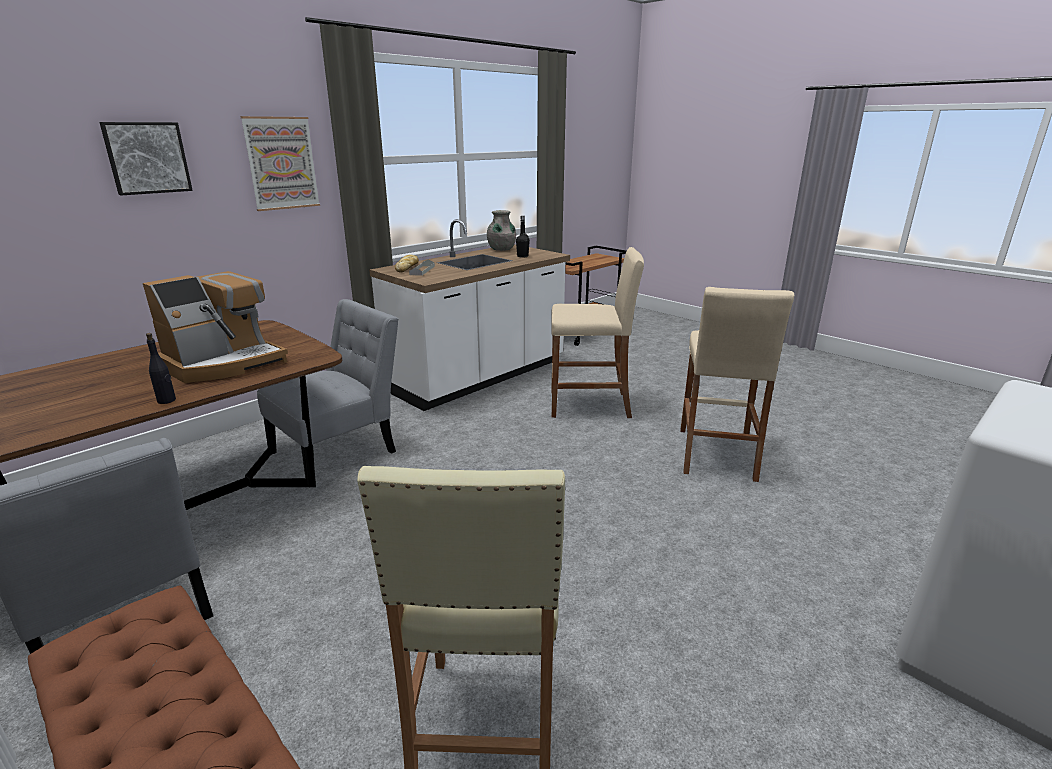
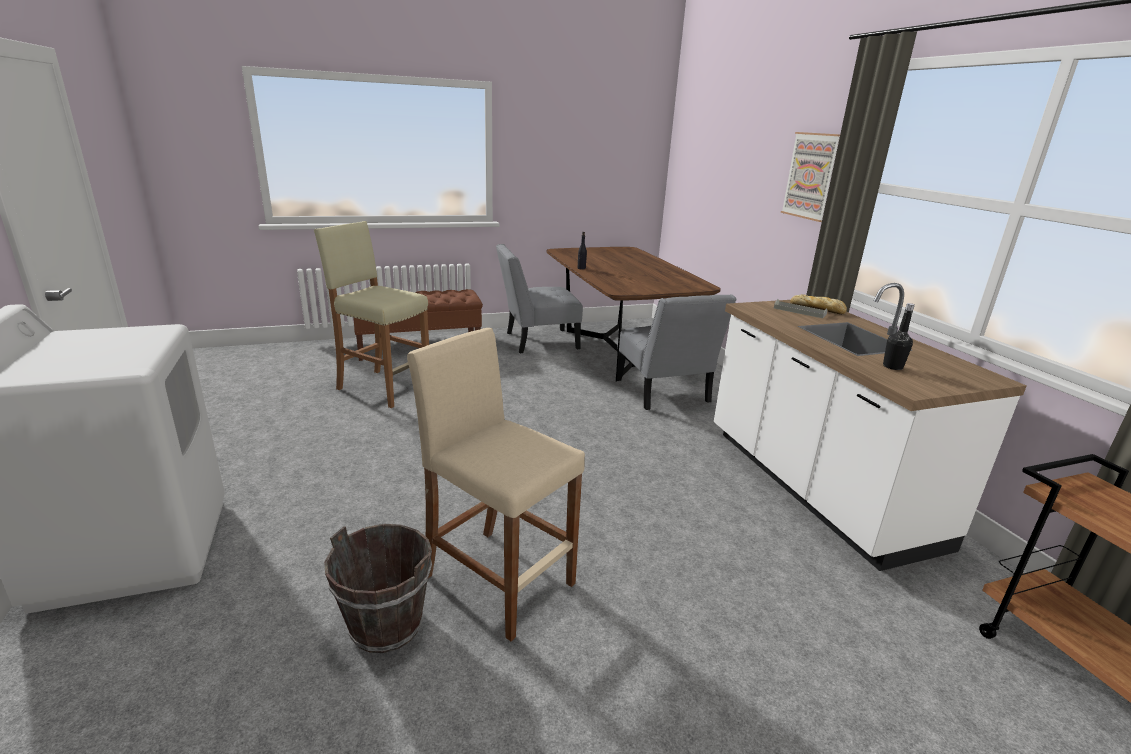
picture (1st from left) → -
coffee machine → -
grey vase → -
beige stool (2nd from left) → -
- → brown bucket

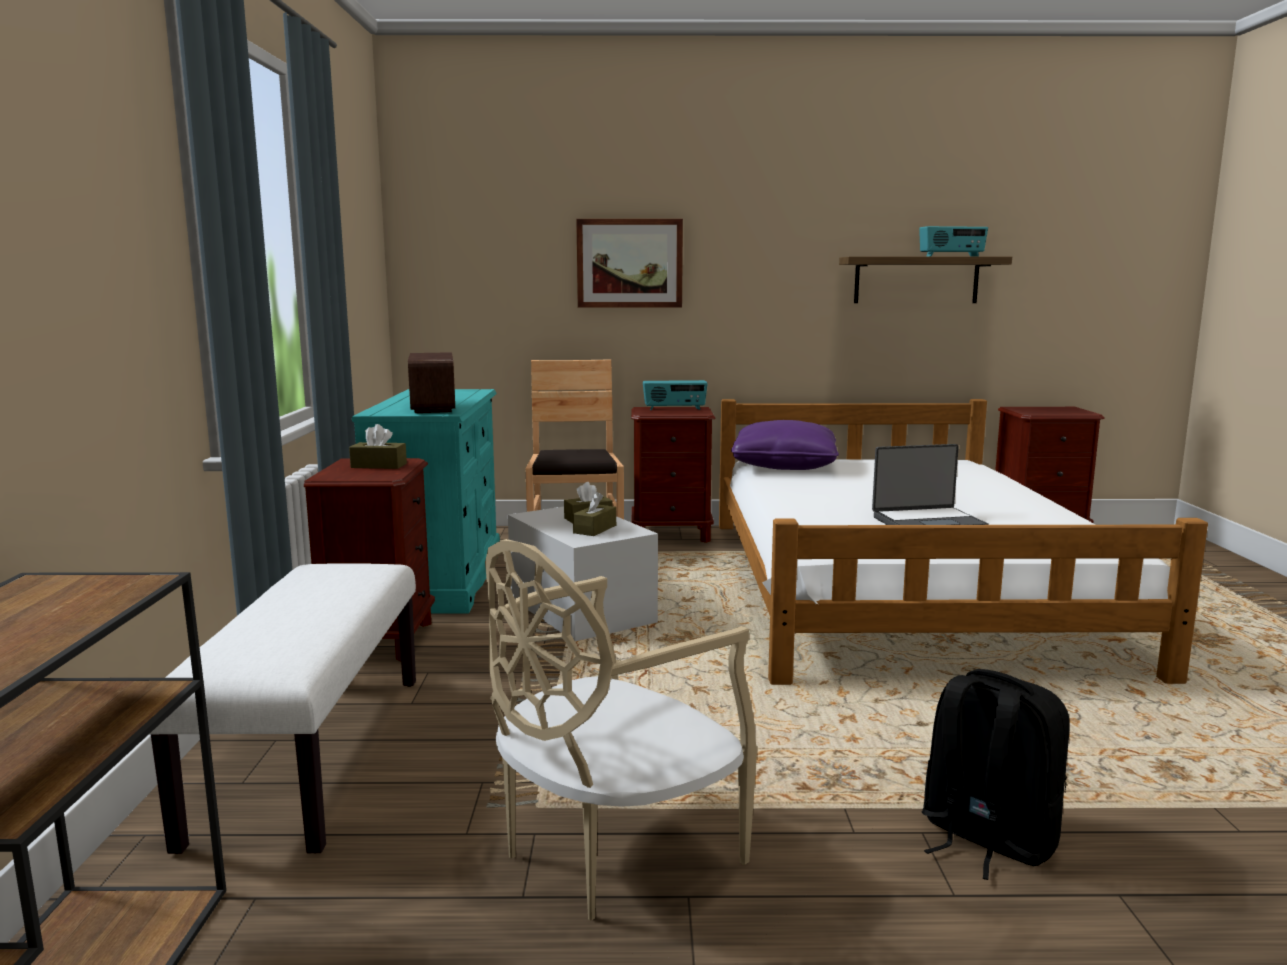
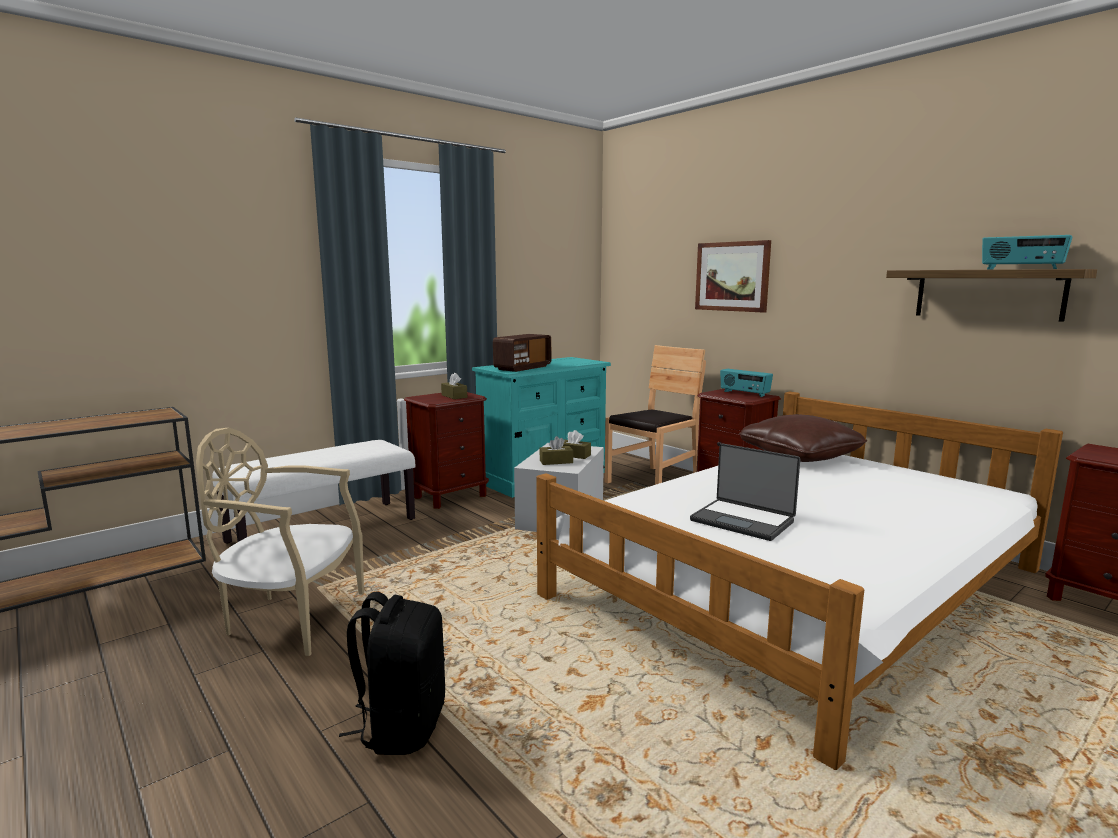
purple pillow → brown pillow

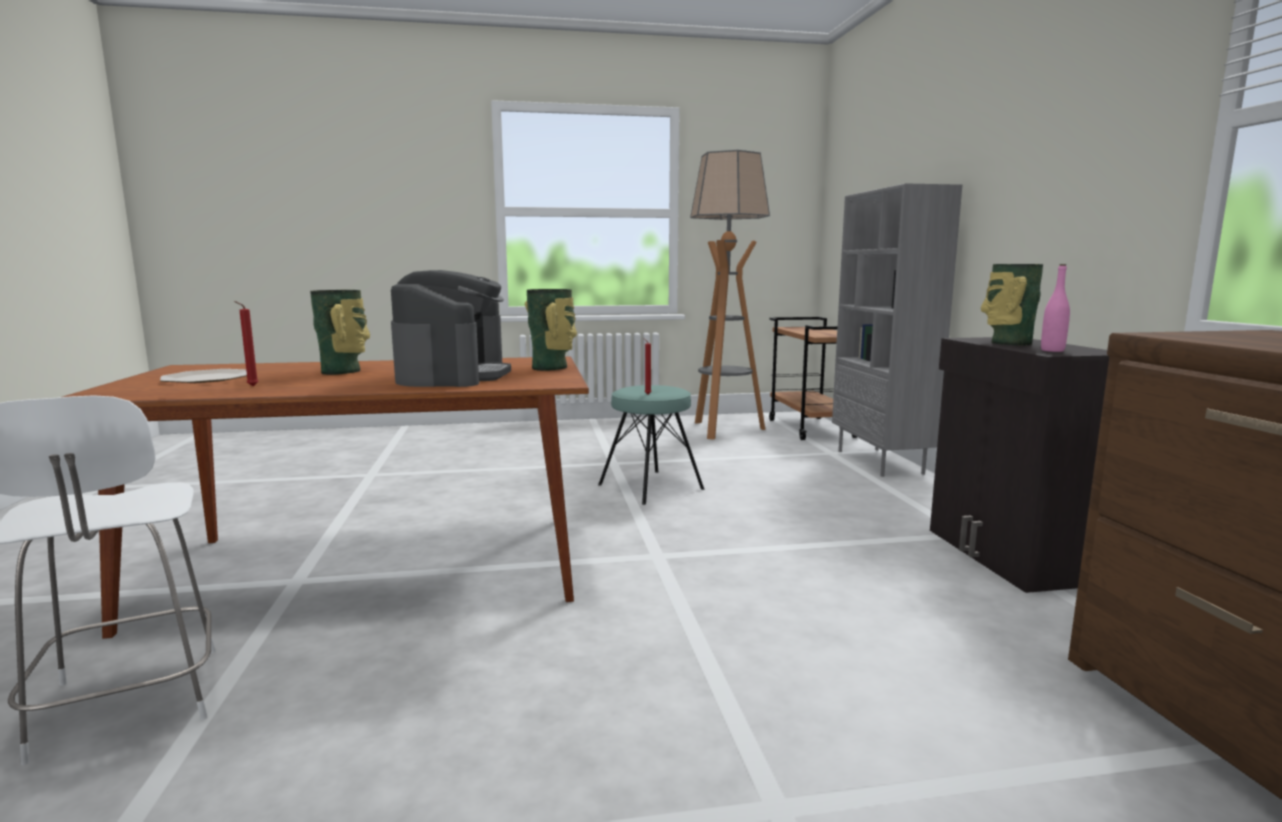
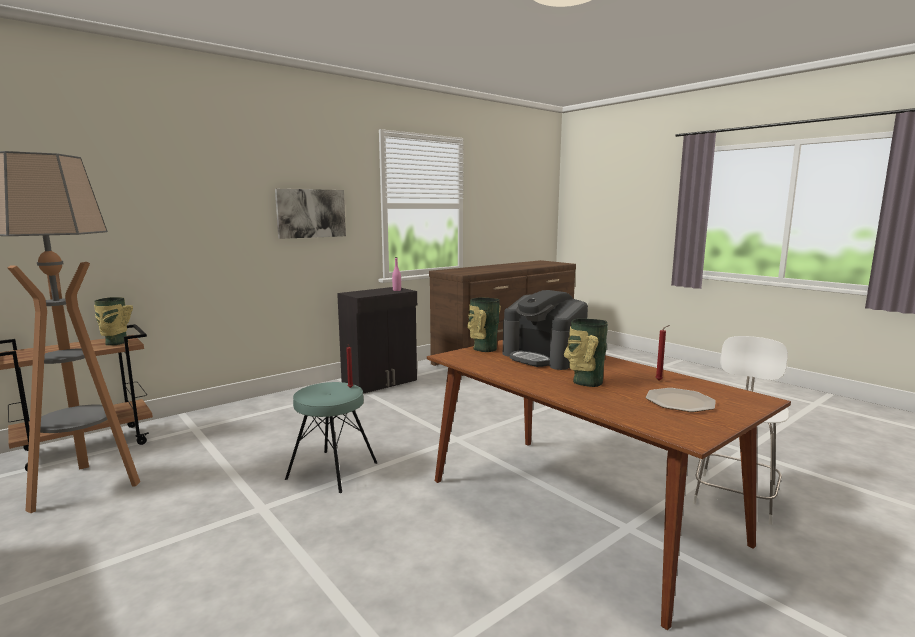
grey bookcase → -
- → picture
vase (3rd from left in the first image) → vase (1st from left), moved
coffee machine, 105 degrees counterclockwise

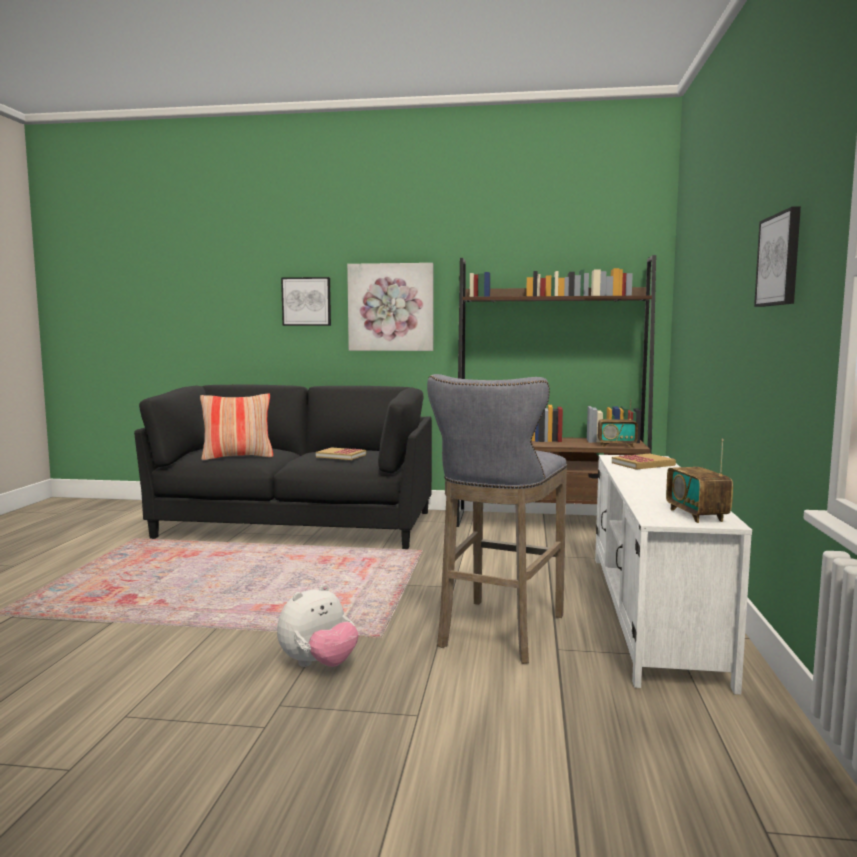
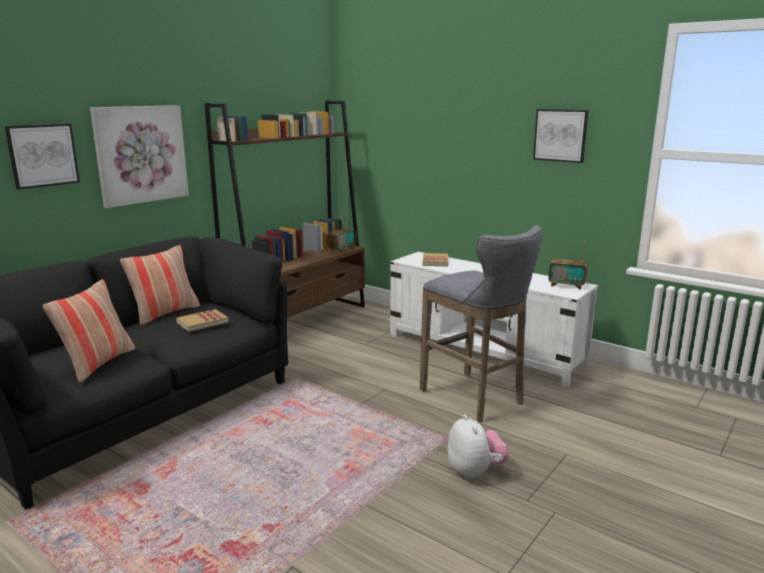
- → pillow (2nd from left)

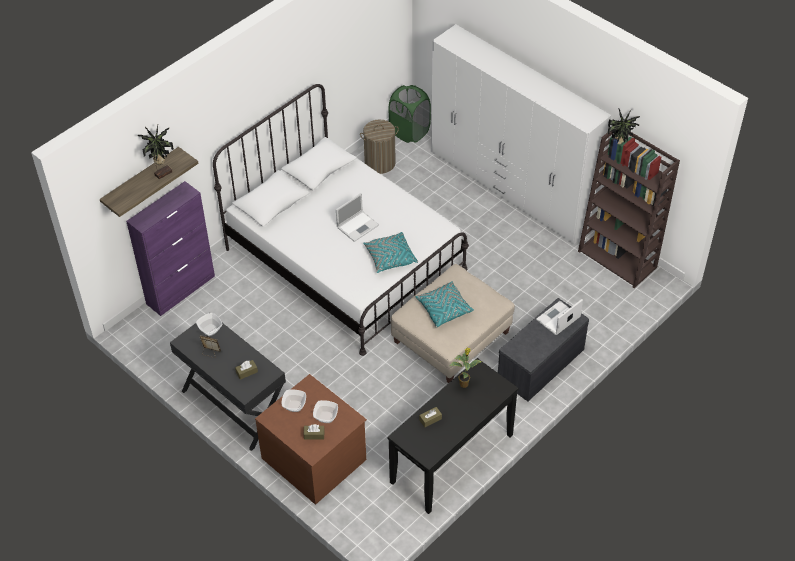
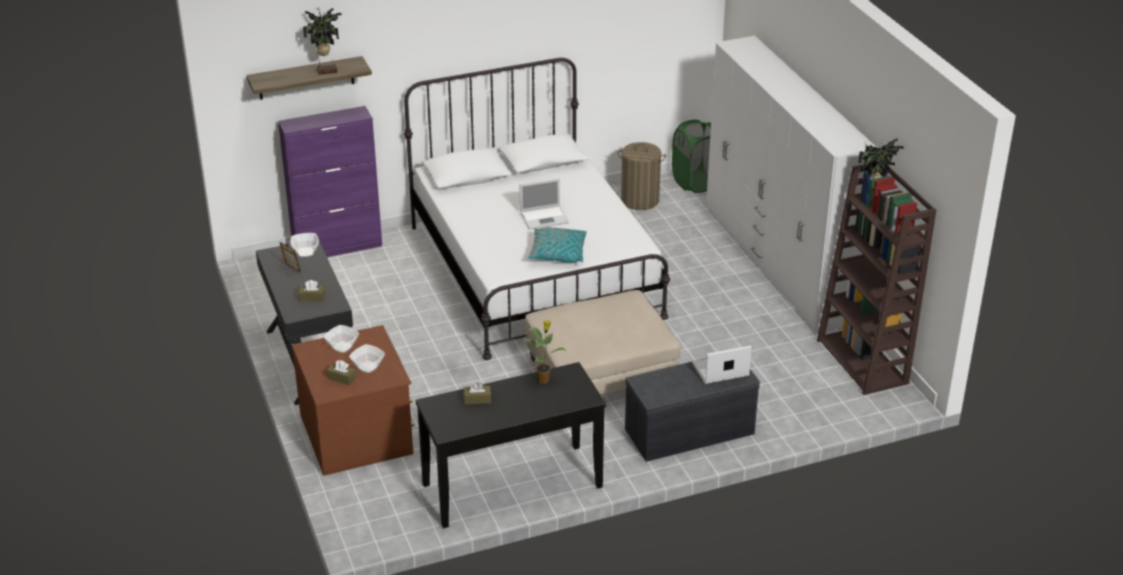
turquoise pillow (2nd from left) → -

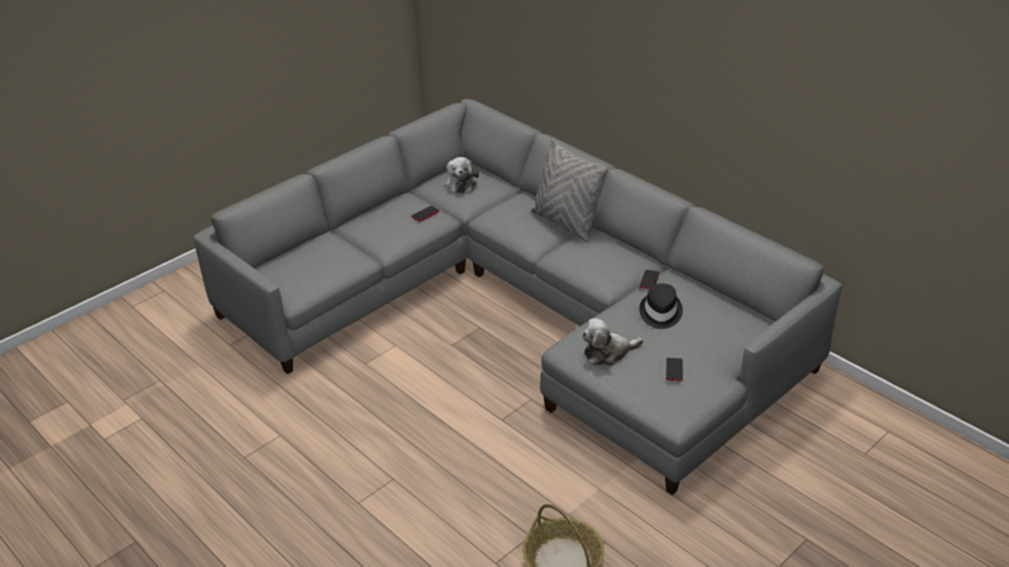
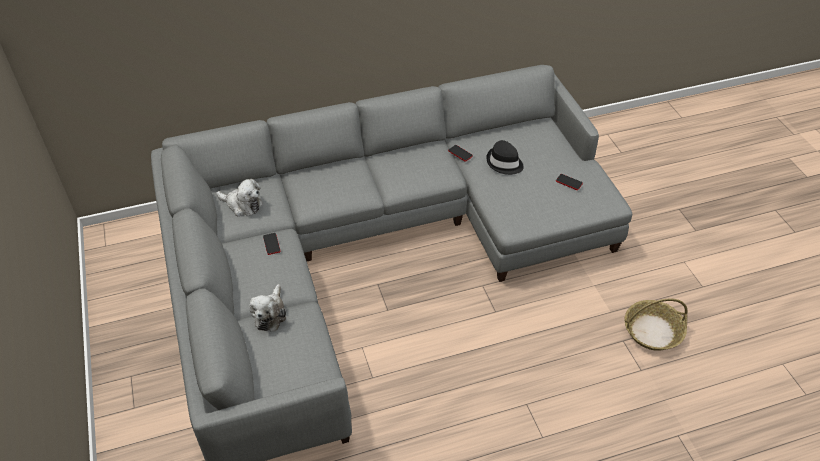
grey pillow → -
plush toy (2nd from left), moved

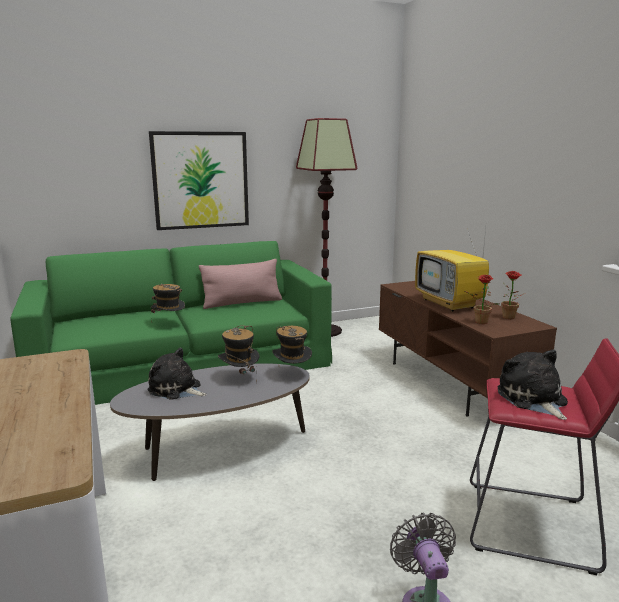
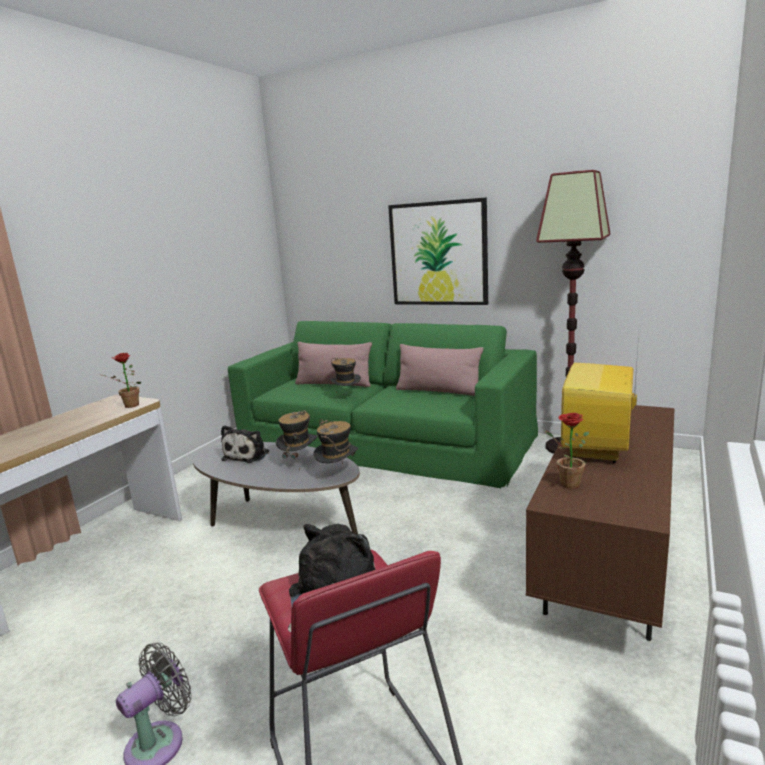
- → pink pillow (1st from left)
potted plant (2nd from left in the first image) → potted plant (1st from left), moved
plush toy (1st from left), 150 degrees counterclockwise

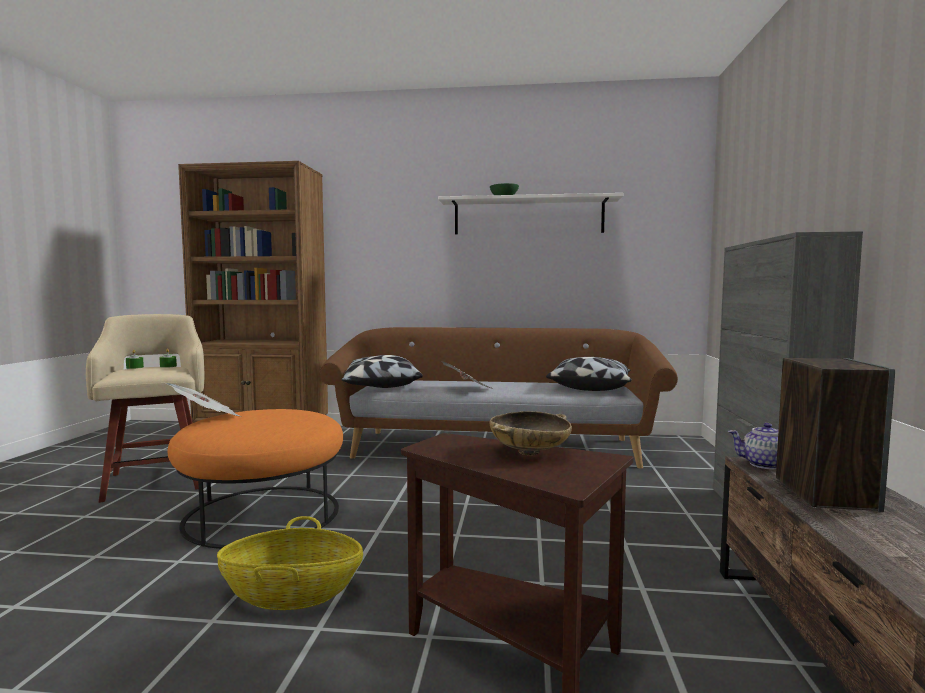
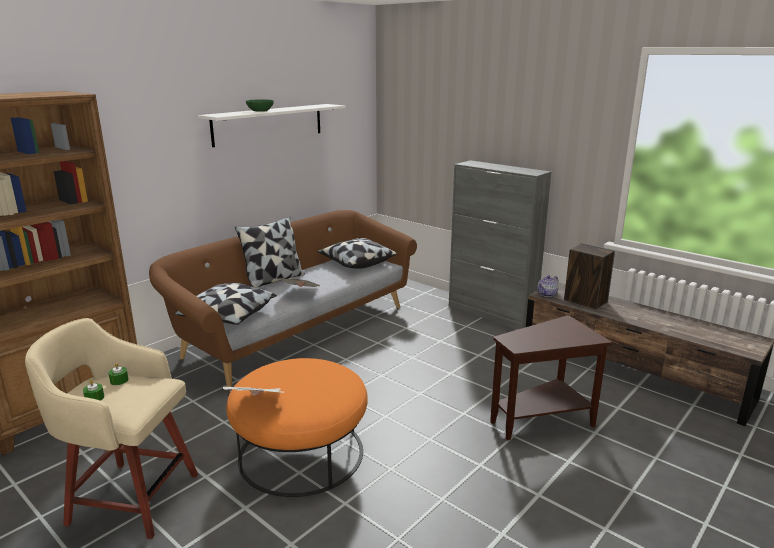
basket → -
beige bowl → -
- → pillow (2nd from left)

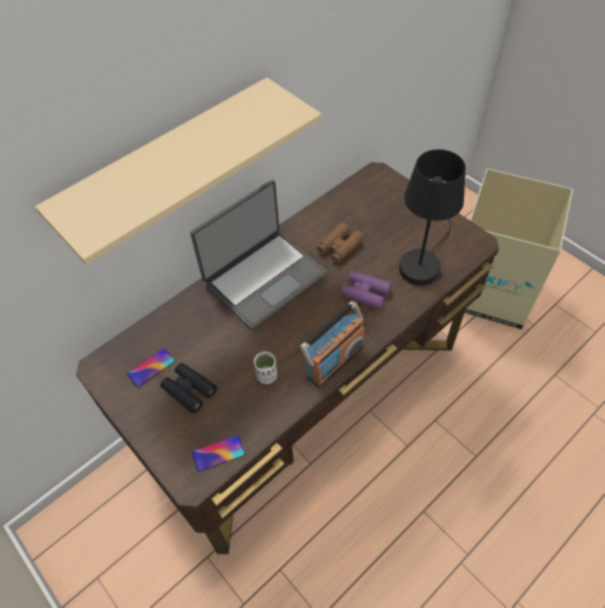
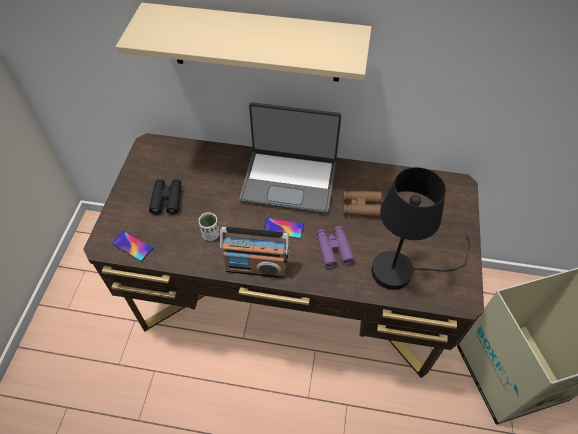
phone (1st from left in the first image) → phone (2nd from left), moved

